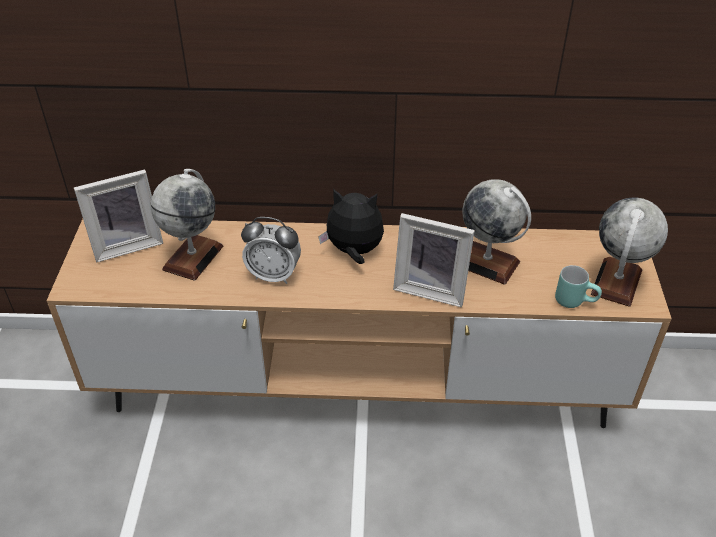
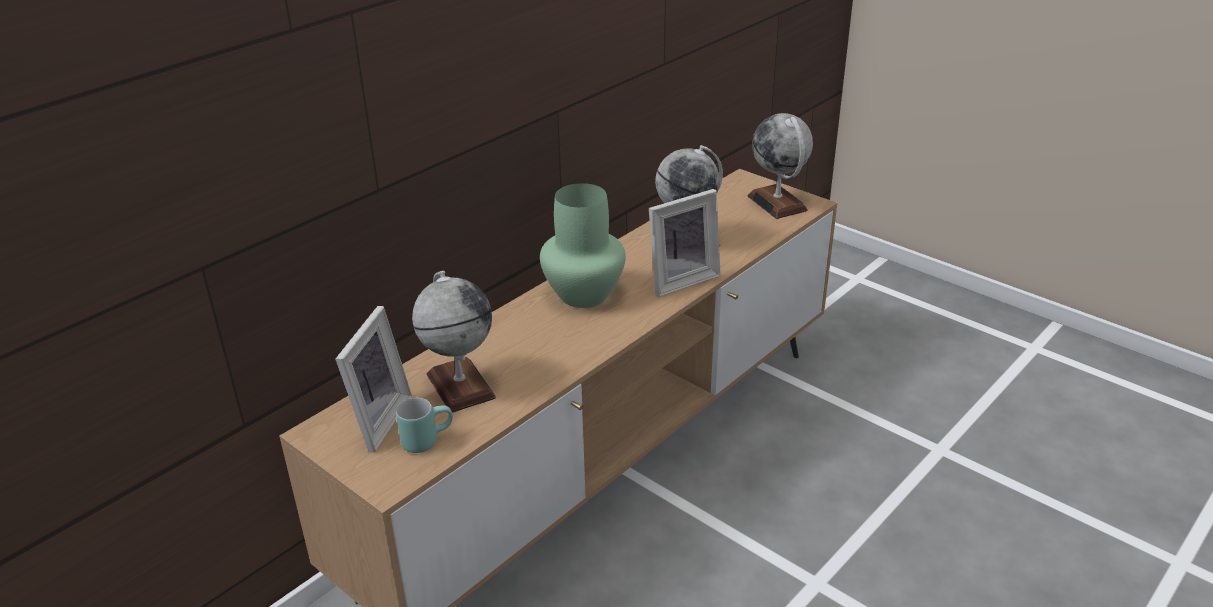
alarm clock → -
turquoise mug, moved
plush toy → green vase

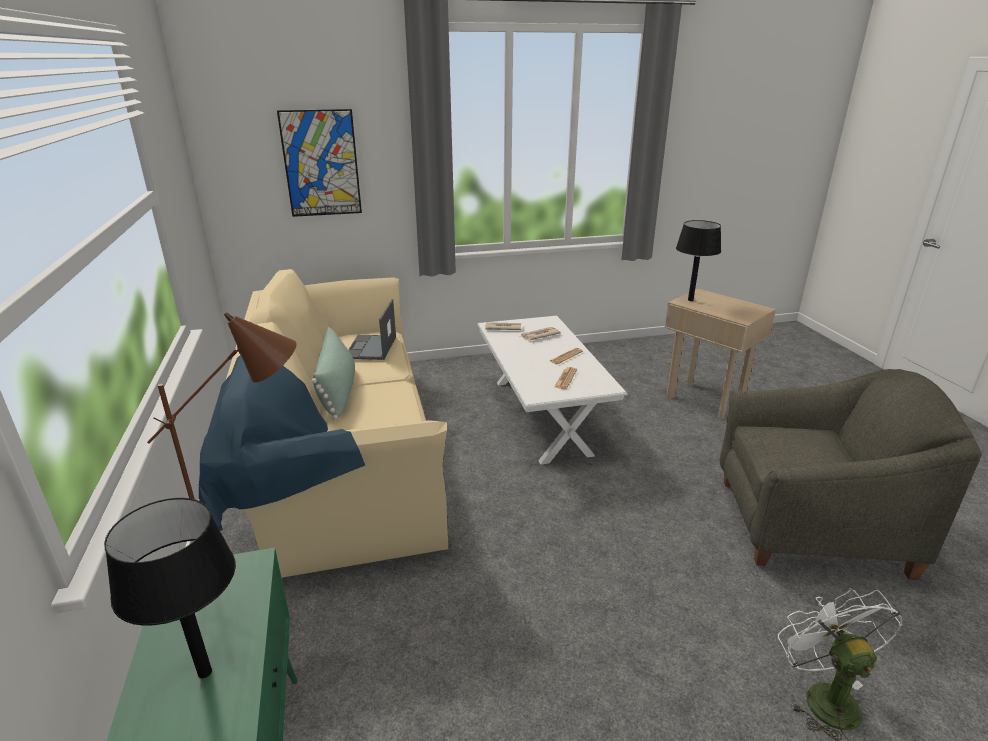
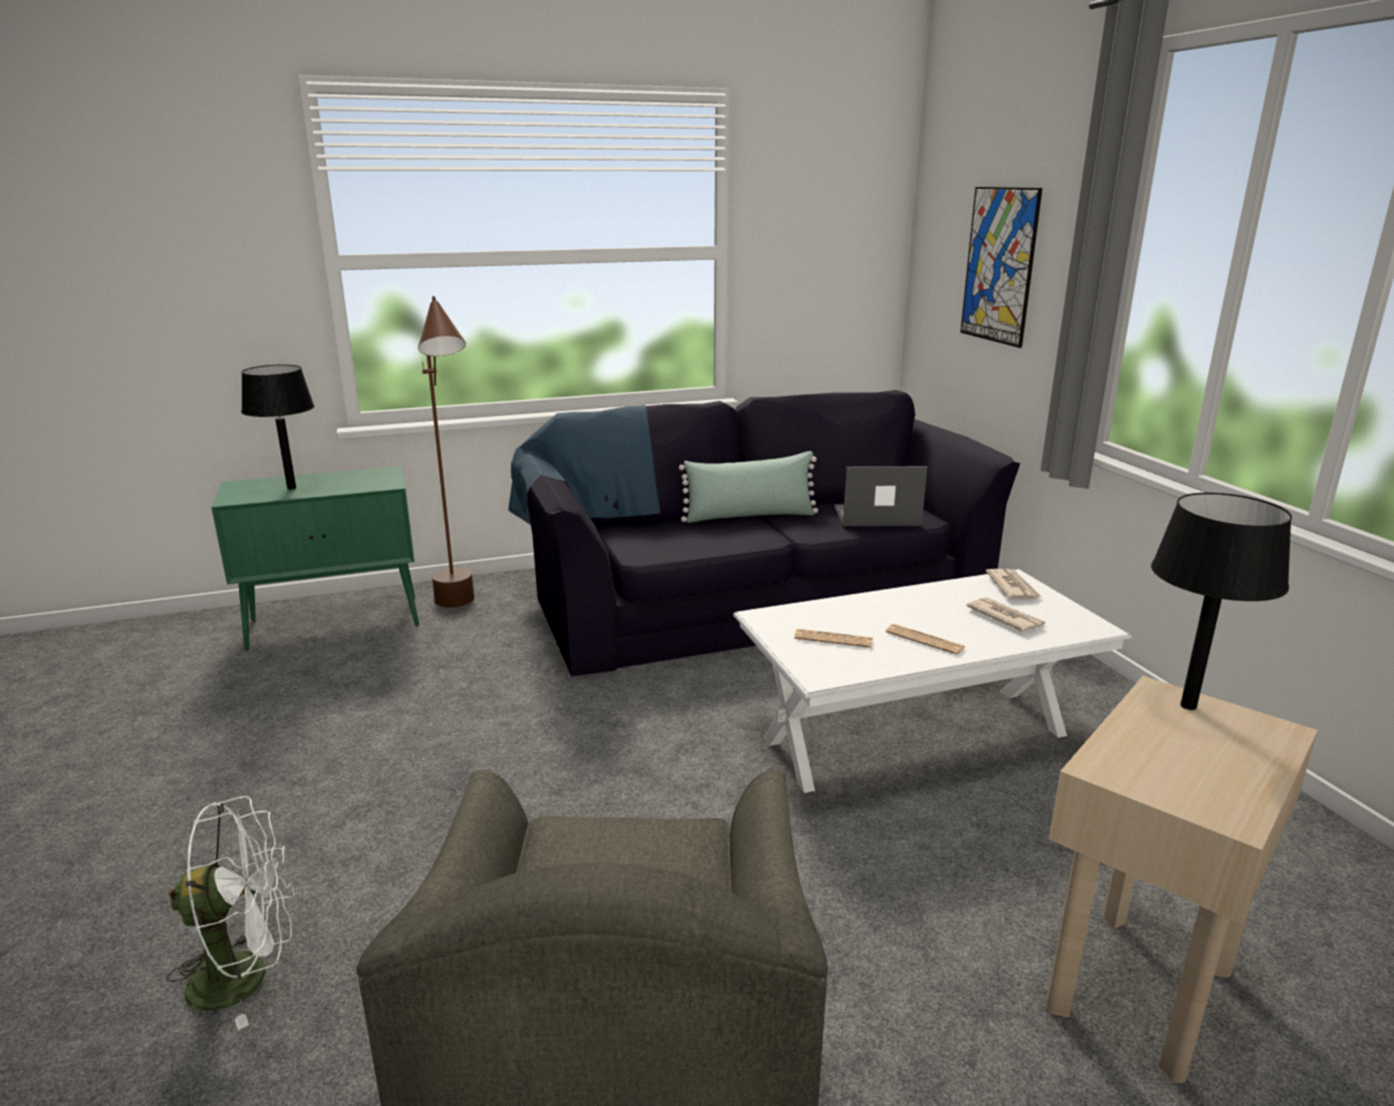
beige sofa → black sofa

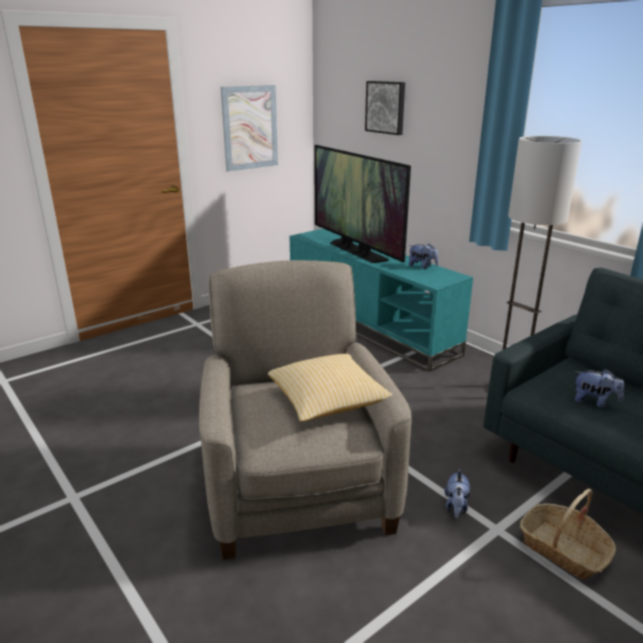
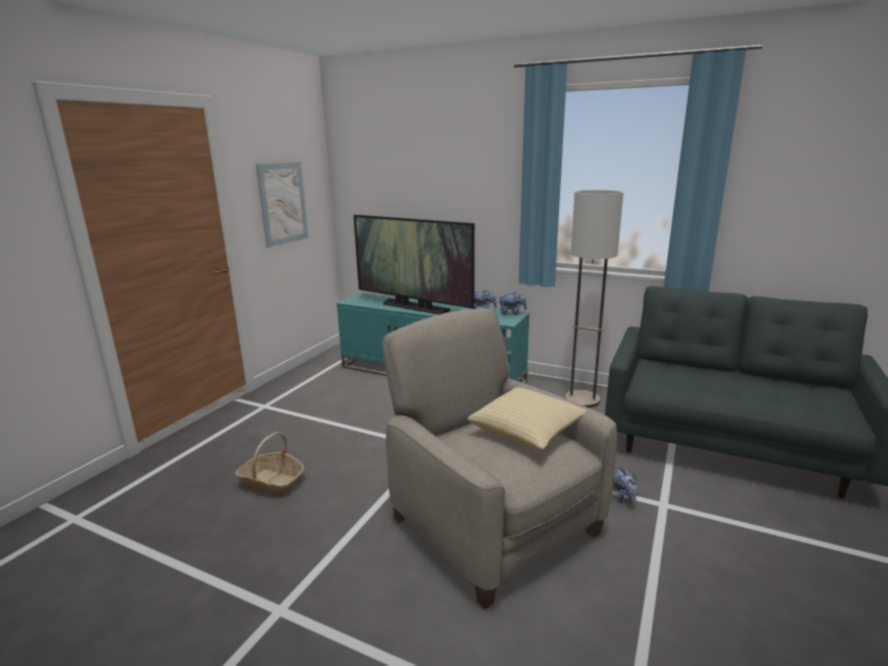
picture (2nd from left) → -
basket, moved
plush toy (3rd from left in the first image) → plush toy (2nd from left), moved

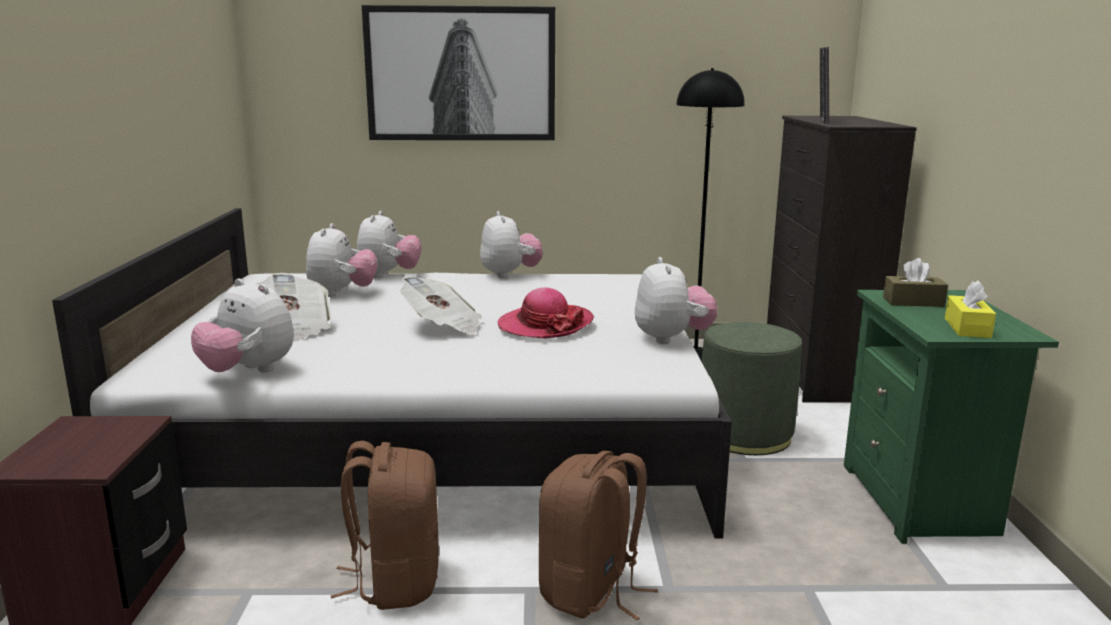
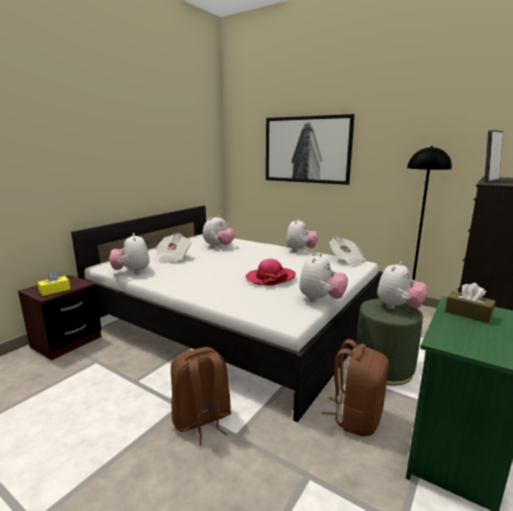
brown backpack (1st from left in the first image) → brown backpack (2nd from left), moved
plush toy (3rd from left in the first image) → plush toy (5th from left), moved
newspaper (2nd from left), moved
yellow tissue box, moved

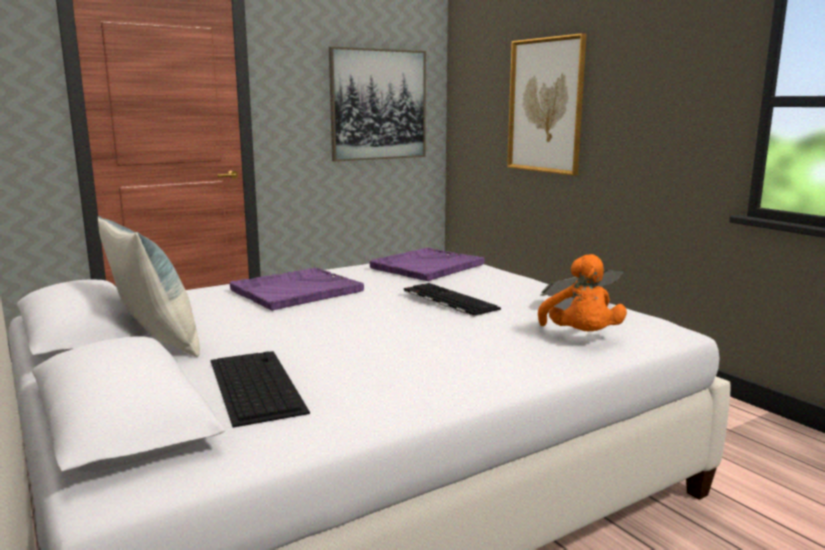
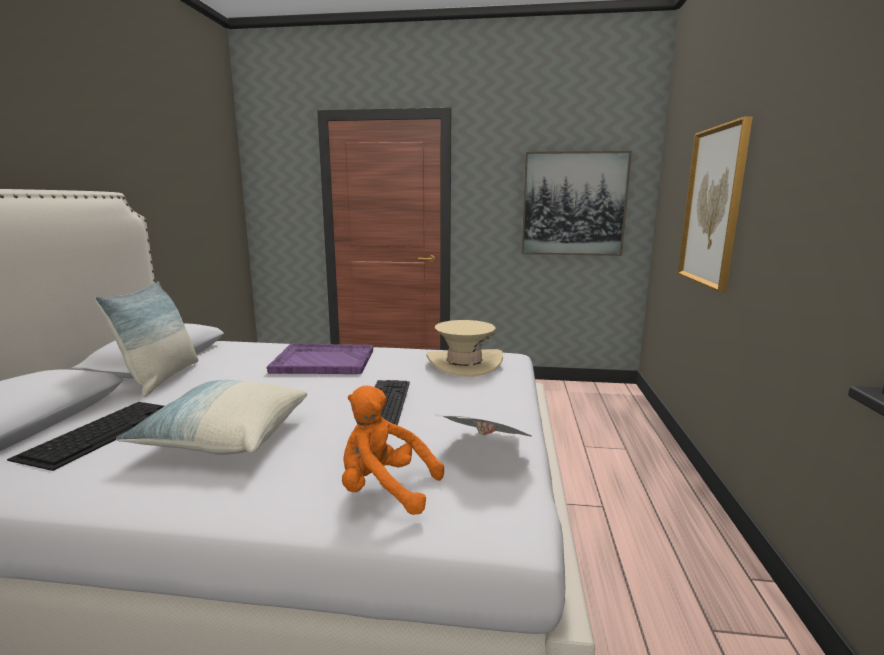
- → pillow (2nd from left)
purple tray (2nd from left) → beige hat
orange plush toy, 75 degrees clockwise

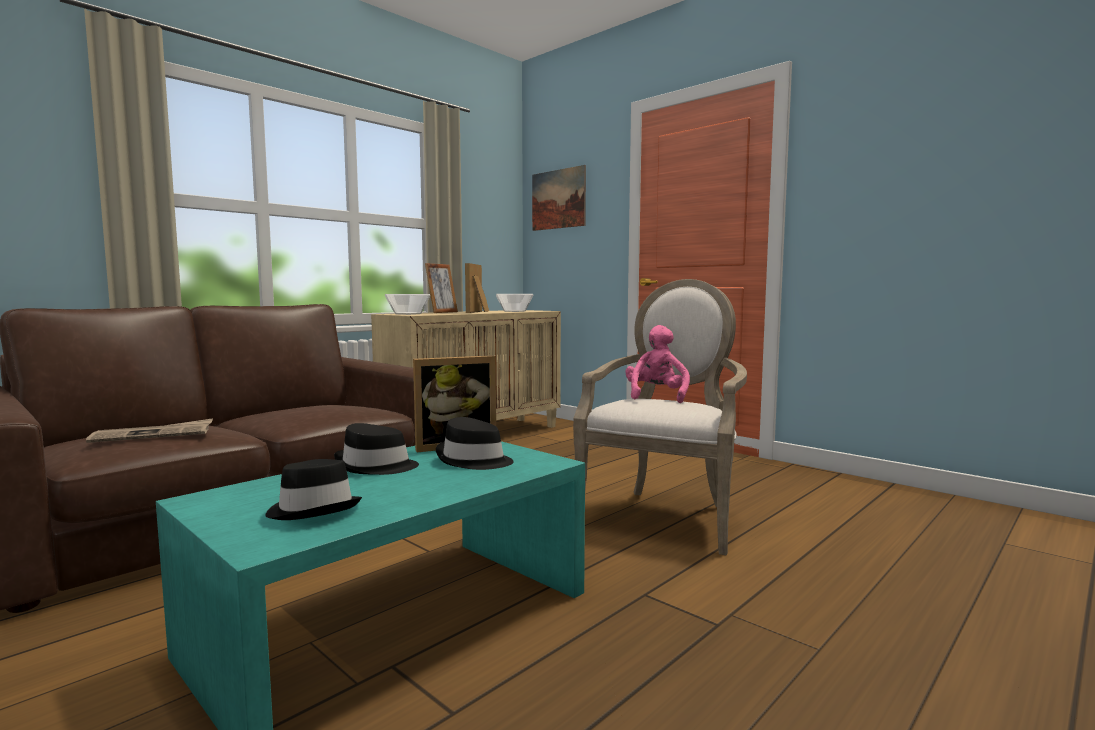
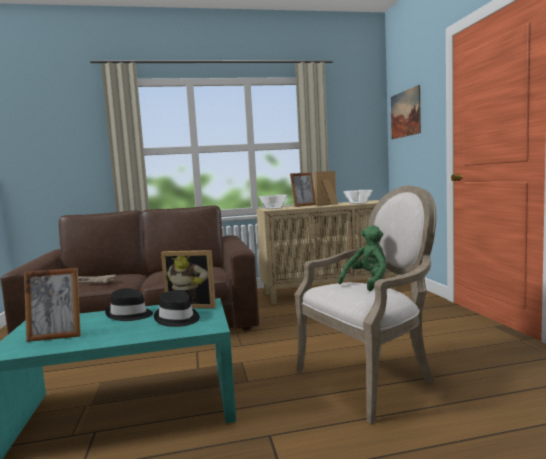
black hat (1st from left) → picture frame (1st from left)
pink plush toy → green plush toy

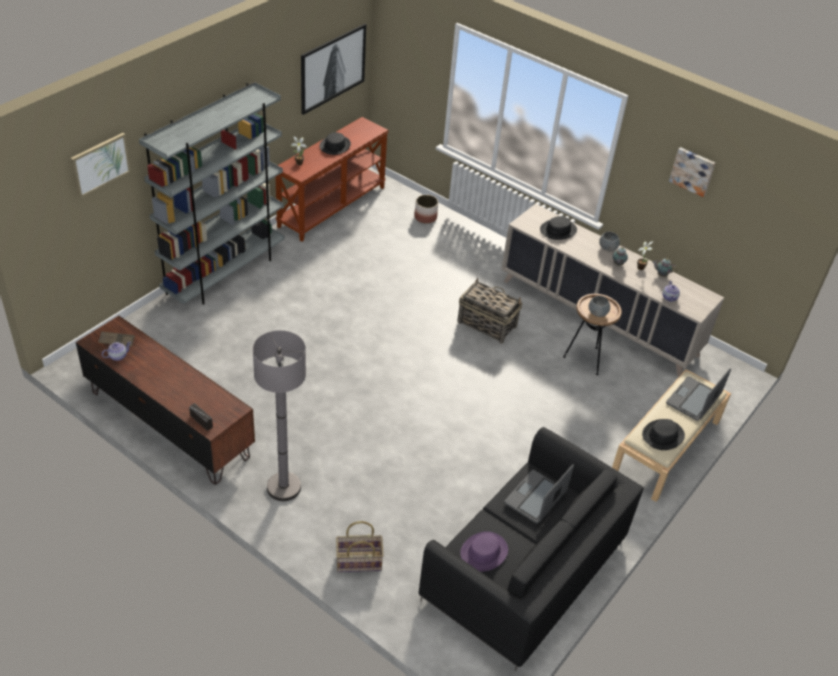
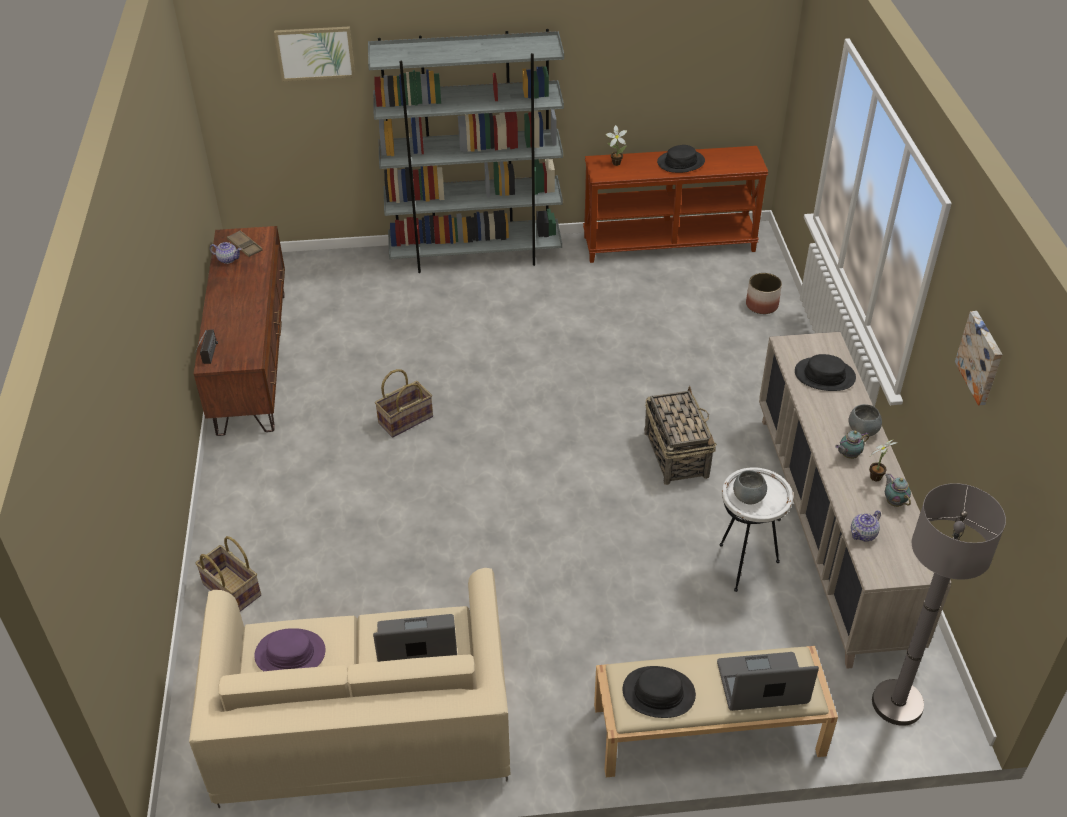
picture (2nd from left) → -
- → basket (2nd from left)
grey floor lamp, moved
black sofa → beige sofa
brown side table → white side table

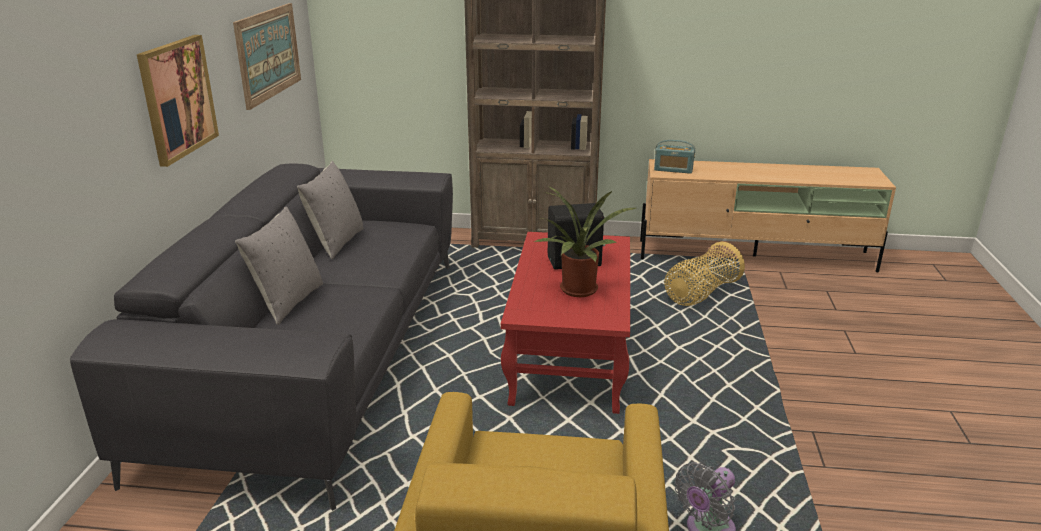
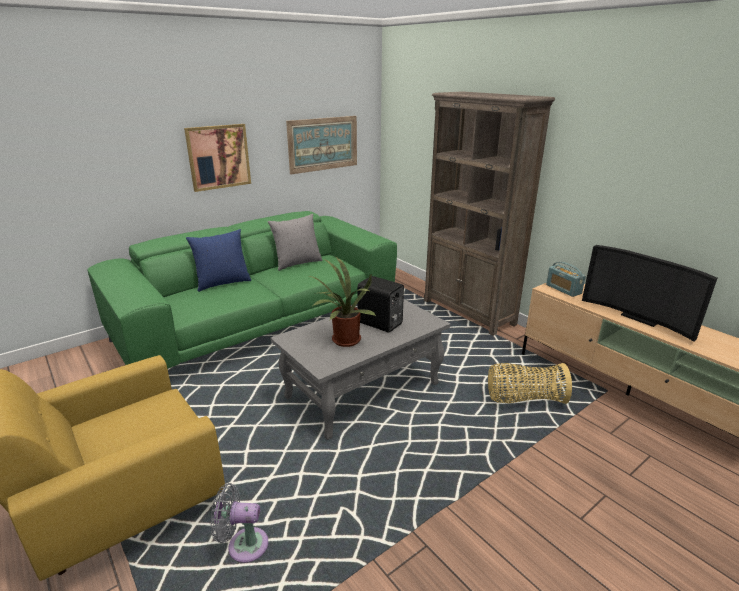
- → television
grey sofa → green sofa
grey pillow (1st from left) → blue pillow
red coffee table → grey coffee table

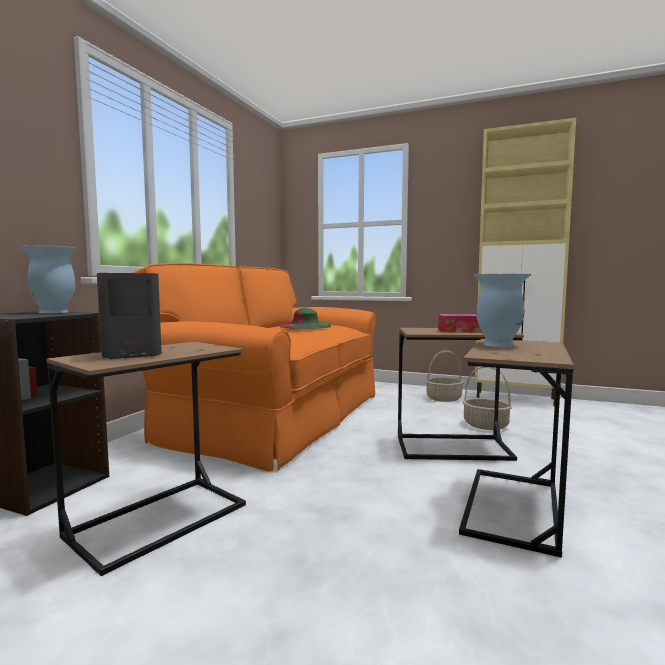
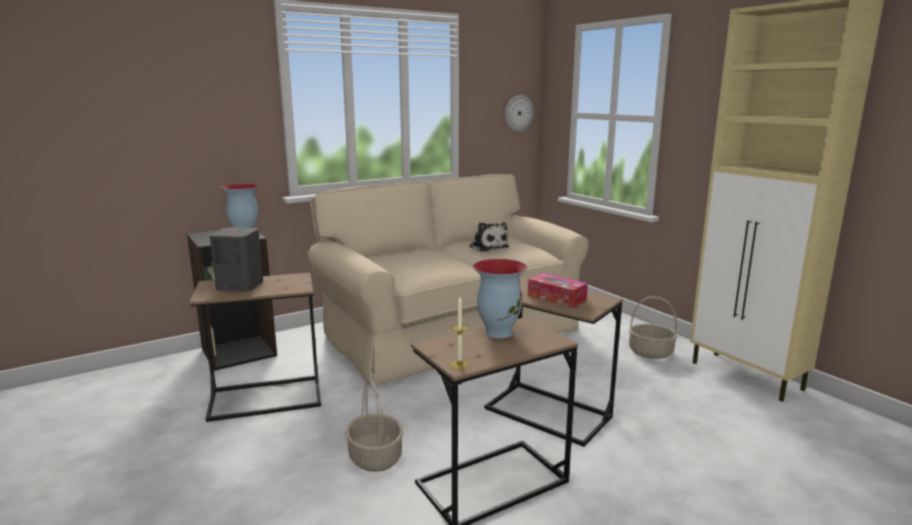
- → candle
- → wall clock
basket (2nd from left in the first image) → basket (1st from left), moved
green hat → plush toy
orange sofa → beige sofa

